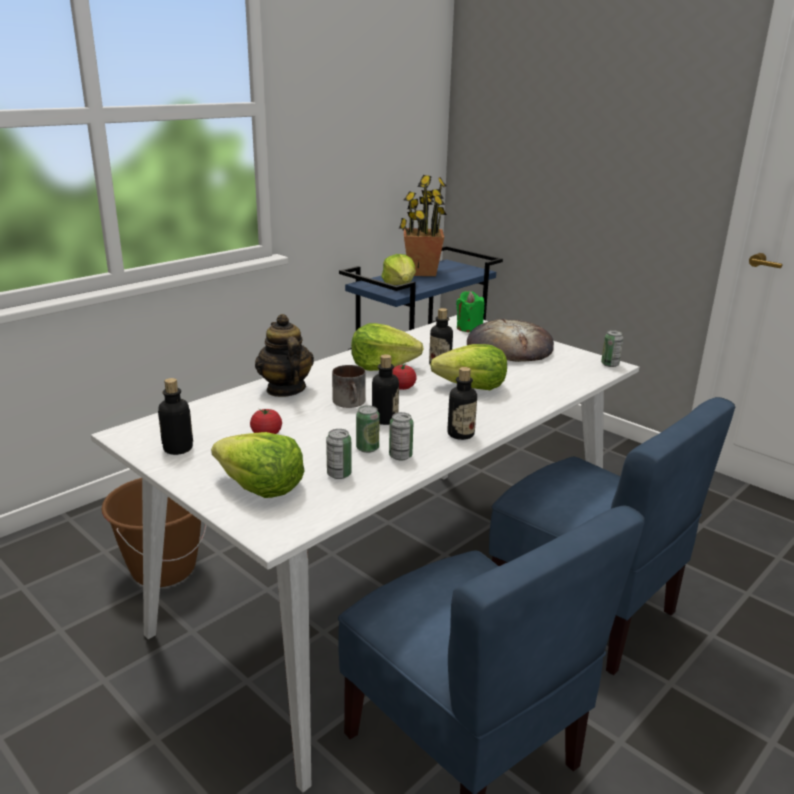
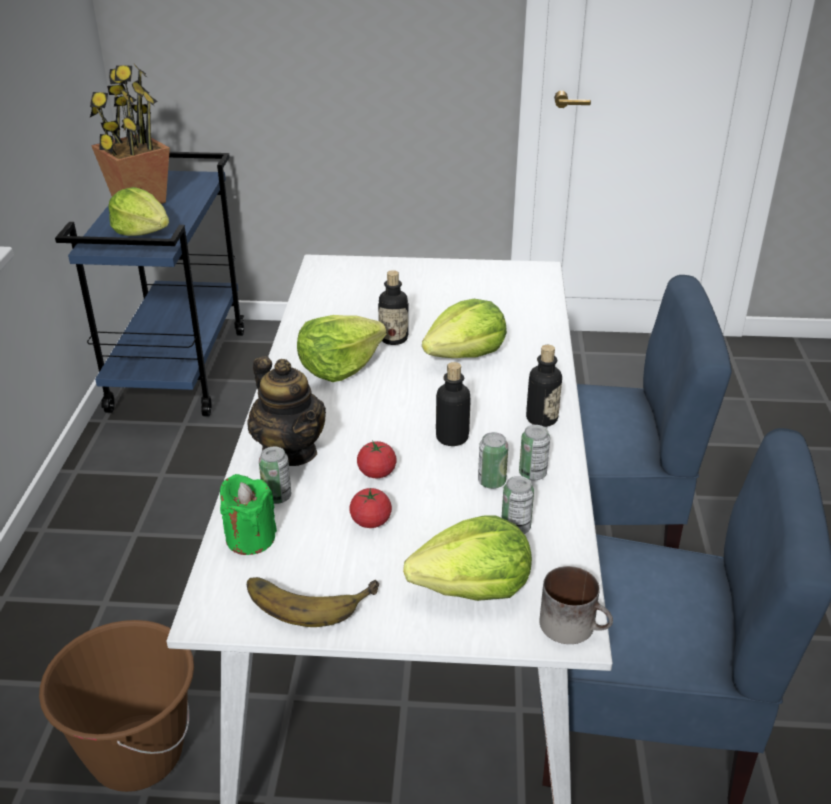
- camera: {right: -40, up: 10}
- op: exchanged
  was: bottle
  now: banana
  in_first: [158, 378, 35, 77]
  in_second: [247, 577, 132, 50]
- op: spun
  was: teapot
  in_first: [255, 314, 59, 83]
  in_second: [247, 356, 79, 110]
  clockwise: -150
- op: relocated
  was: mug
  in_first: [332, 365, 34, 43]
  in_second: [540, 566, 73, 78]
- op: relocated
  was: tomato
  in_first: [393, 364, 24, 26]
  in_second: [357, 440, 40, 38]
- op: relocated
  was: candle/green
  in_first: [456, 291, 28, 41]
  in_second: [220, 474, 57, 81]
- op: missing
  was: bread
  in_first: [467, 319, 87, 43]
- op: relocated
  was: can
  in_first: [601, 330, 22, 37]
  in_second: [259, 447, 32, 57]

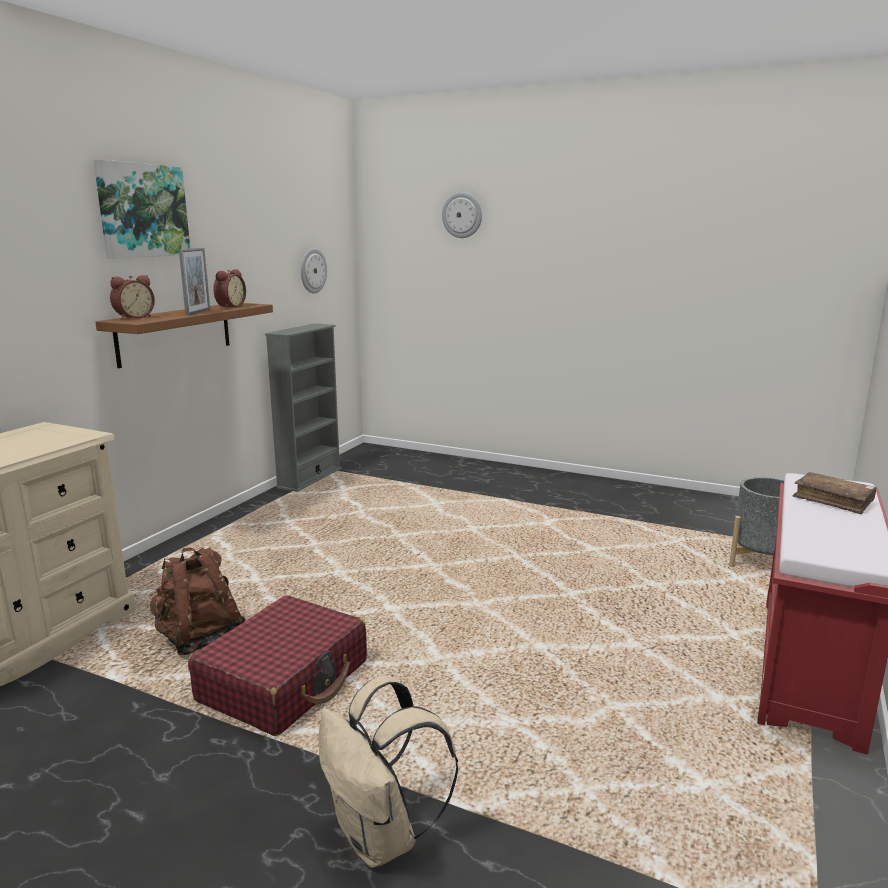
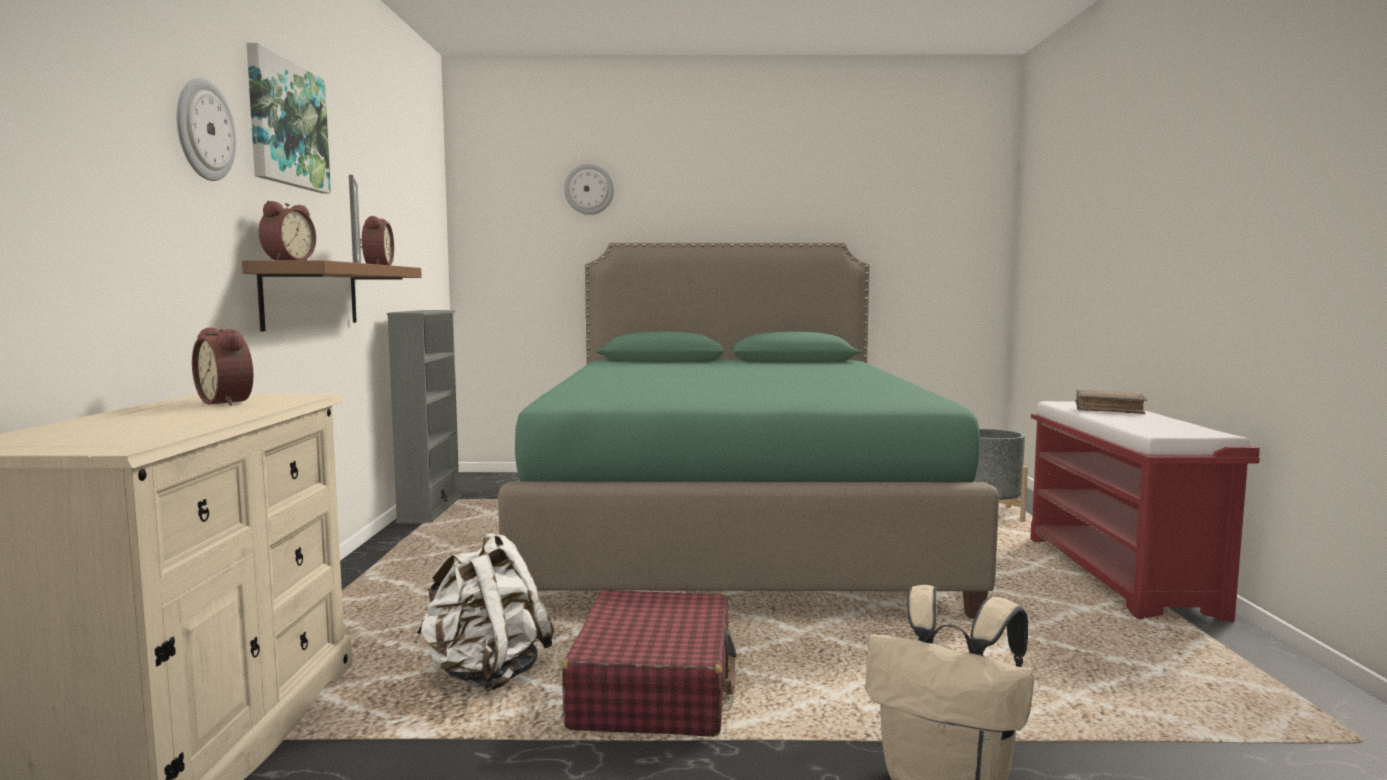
- camera: {right: -25, up: -10}
- op: colour
  was: backpack/brown
  now: backpack/white
  in_first: [150, 545, 96, 111]
  in_second: [416, 533, 138, 159]
- op: relocated
  was: wall clock
  in_first: [301, 248, 26, 46]
  in_second: [176, 78, 60, 103]
- op: appeared
  now: alarm clock
  in_second: [192, 327, 61, 79]
- op: appeared
  now: bed/green
  in_second: [498, 243, 501, 375]

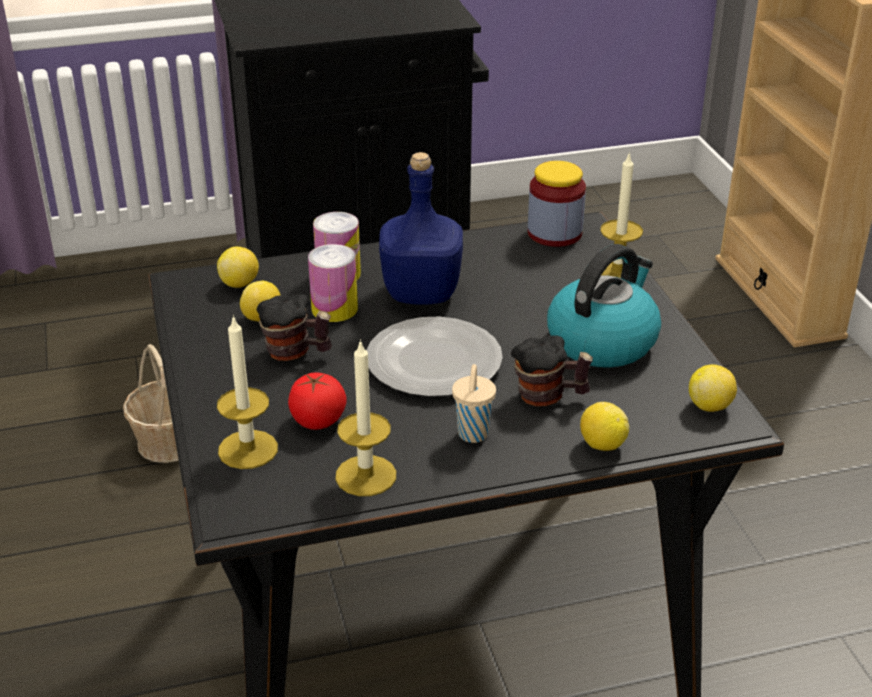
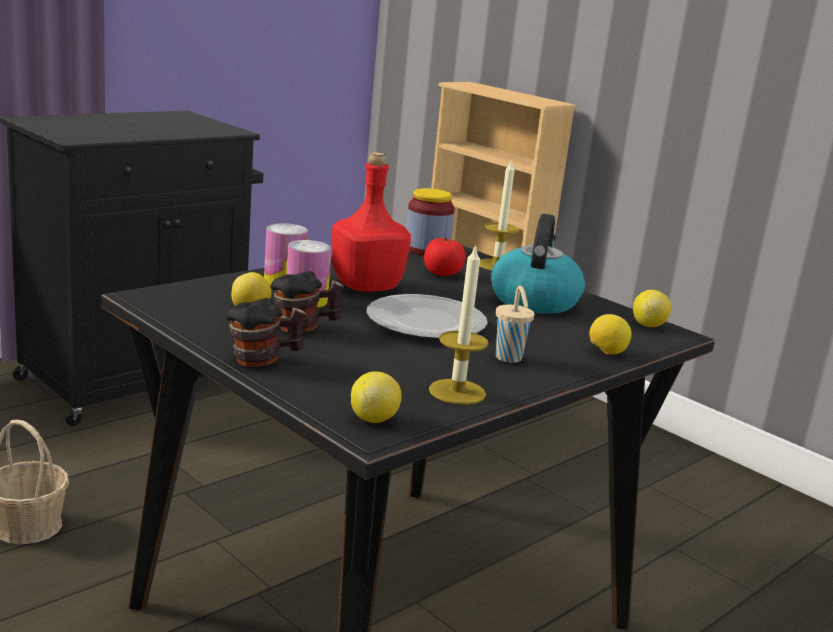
- camera: {right: -30, up: -15}
- op: relocated
  was: lemon
  in_first: [217, 247, 42, 41]
  in_second: [351, 371, 51, 52]
- op: missing
  was: candle
  in_first: [217, 315, 61, 154]
- op: relocated
  was: tomato
  in_first: [288, 372, 59, 58]
  in_second: [424, 238, 41, 38]
- op: colour
  was: bottle/blue
  now: bottle/red
  in_first: [379, 152, 84, 153]
  in_second: [332, 152, 79, 140]
- op: relocated
  was: mug
  in_first: [511, 336, 82, 70]
  in_second: [225, 298, 81, 69]

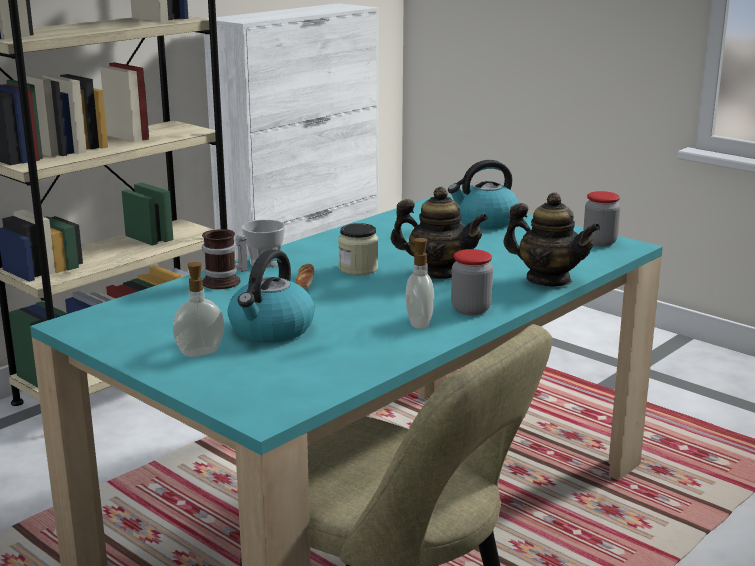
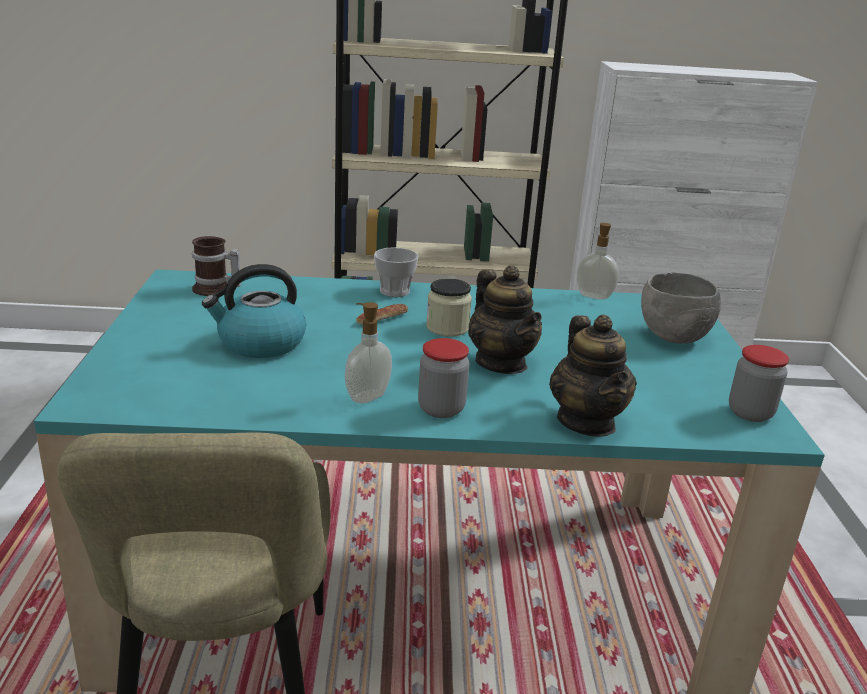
- camera: {right: 45, up: 5}
- op: relocated
  was: soap dispenser
  in_first: [173, 262, 51, 95]
  in_second: [577, 223, 42, 77]
- op: relocated
  was: mug
  in_first: [202, 229, 46, 60]
  in_second: [192, 236, 49, 60]
- op: exchanged
  was: kettle
  now: bowl/grey
  in_first: [448, 160, 71, 69]
  in_second: [641, 272, 80, 72]

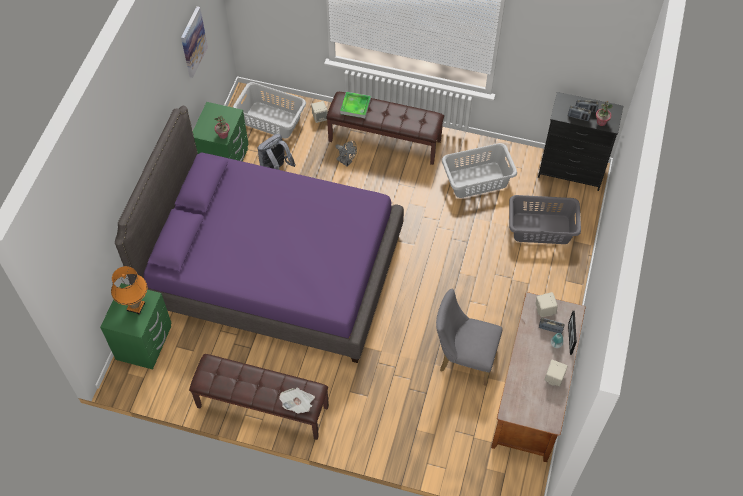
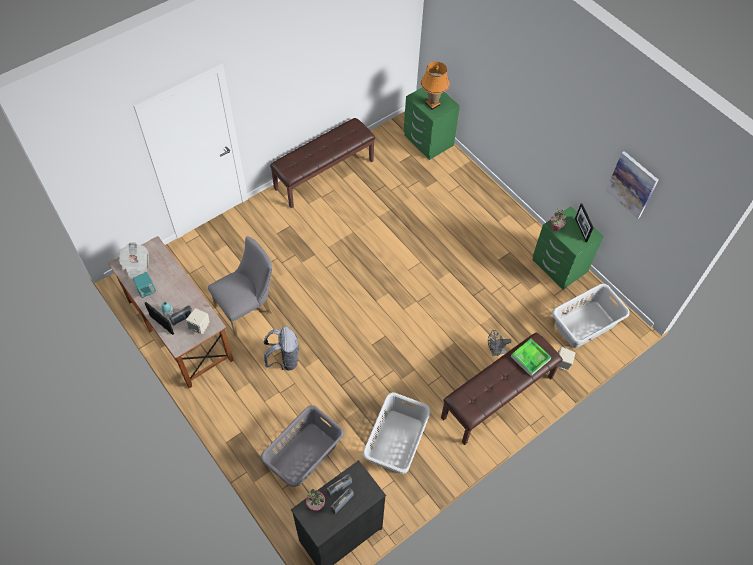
- camera: {right: 125, up: 0}
- op: missing
  was: bed/purple
  in_first: [115, 106, 289, 257]
- op: relocated
  was: backpack/grey
  in_first: [258, 134, 38, 36]
  in_second: [264, 326, 35, 45]
- op: relocated
  was: newspaper
  in_first: [279, 388, 36, 26]
  in_second: [119, 242, 30, 37]
- op: colour
  was: speaker/beige
  now: speaker/turquoise
  in_first: [545, 360, 23, 26]
  in_second: [133, 272, 23, 26]
- op: appeared
  now: picture frame
  in_second: [575, 204, 19, 38]

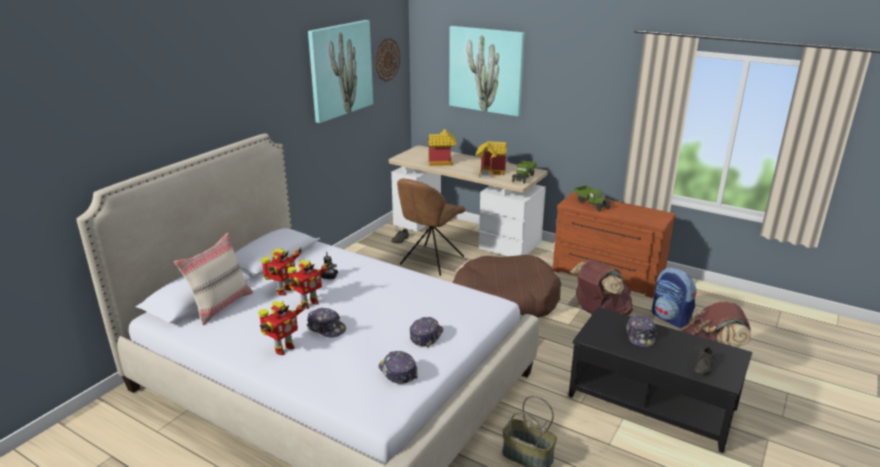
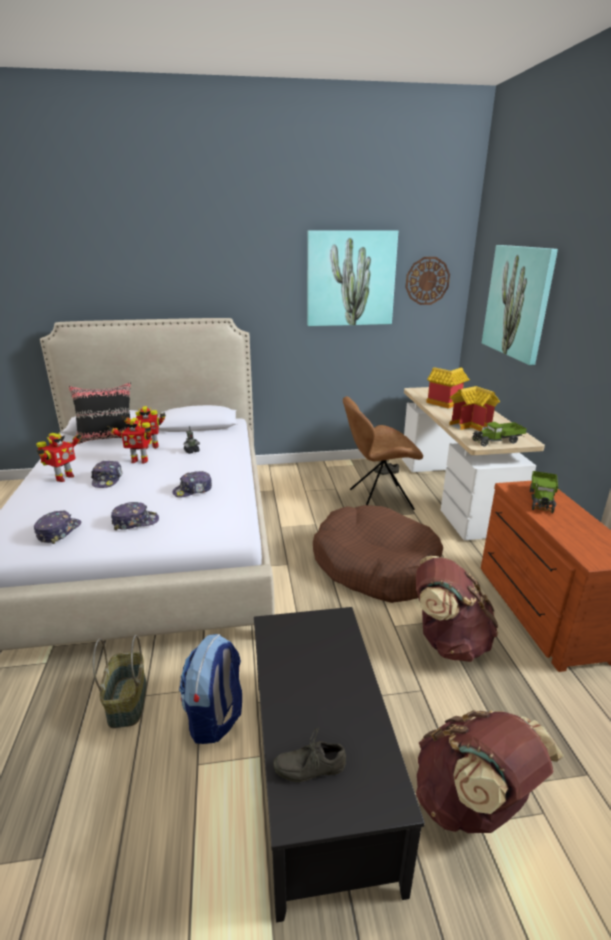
- camera: {right: 50, up: 0}
- op: colour
  was: pillow/beige
  now: pillow/black
  in_first: [174, 233, 79, 92]
  in_second: [68, 382, 63, 62]
- op: spun
  was: toy robot
  in_first: [258, 301, 49, 54]
  in_second: [36, 433, 46, 49]
  clockwise: -60
- op: relocated
  was: cap
  in_first: [626, 315, 31, 32]
  in_second: [172, 471, 40, 26]
- op: relocated
  was: backpack
  in_first: [652, 268, 44, 60]
  in_second: [179, 634, 63, 110]

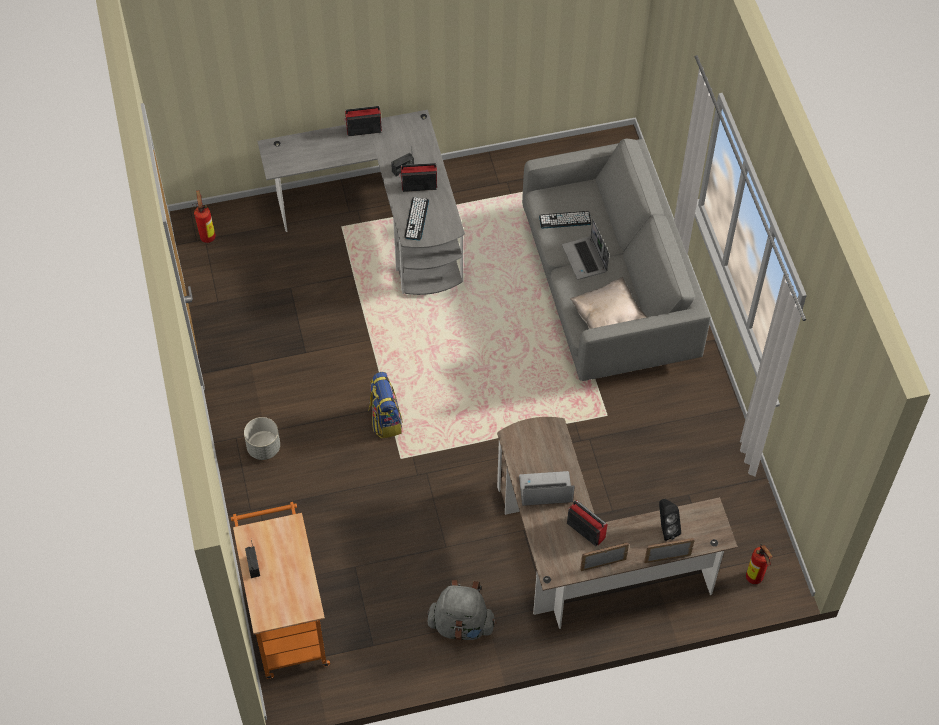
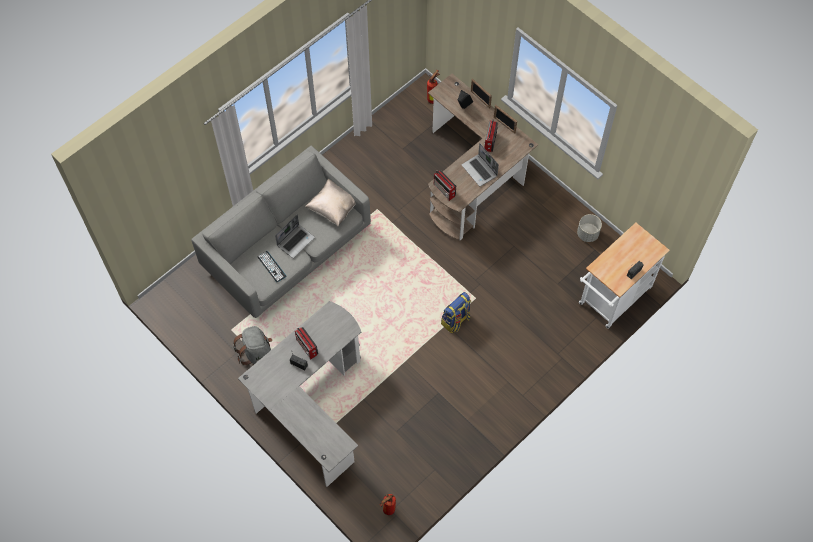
- camera: {right: -120, up: 5}
- op: colour
  was: cart/orange
  now: cart/white
  in_first: [231, 502, 99, 177]
  in_second: [579, 223, 91, 105]
- op: relocated
  was: planter/grey
  in_first: [244, 417, 36, 43]
  in_second: [577, 214, 25, 28]
- op: relocated
  was: radio
  in_first: [344, 106, 38, 30]
  in_second: [434, 170, 22, 31]
- op: missing
  was: keyboard
  in_first: [404, 197, 25, 44]
- op: relocated
  was: backpack/grey
  in_first: [427, 580, 70, 60]
  in_second: [233, 326, 39, 39]

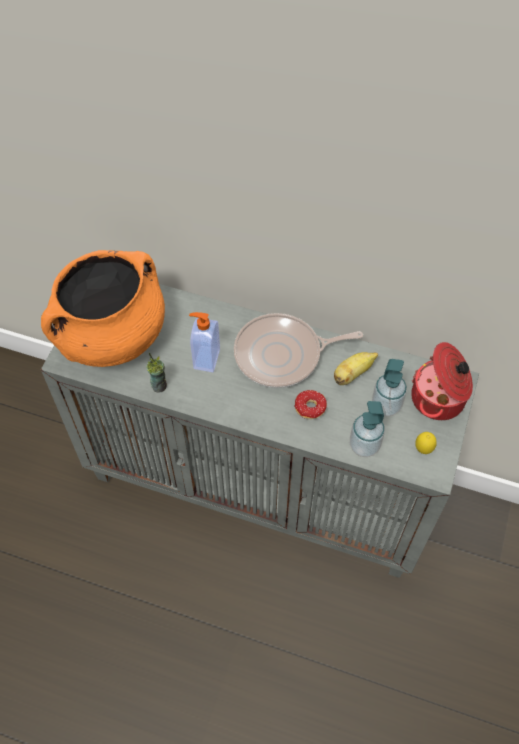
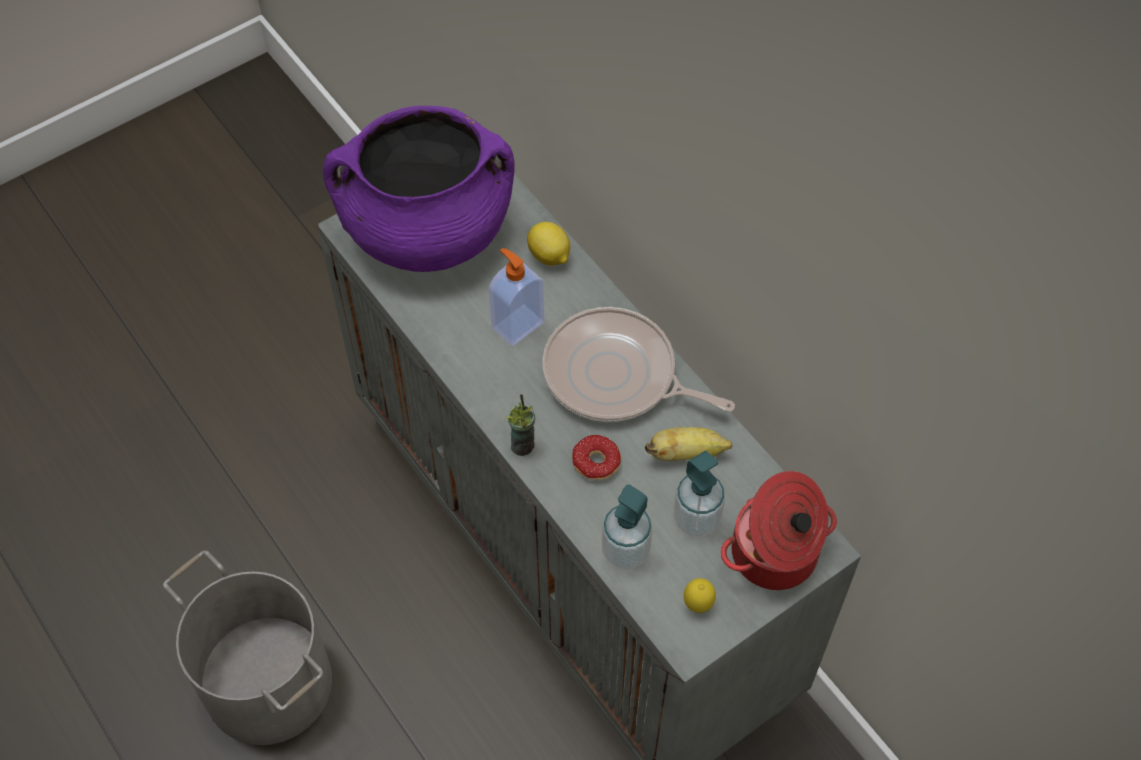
- camera: {right: 35, up: 0}
- op: colour
  was: cooking pot/orange
  now: cooking pot/purple
  in_first: [41, 250, 124, 117]
  in_second: [323, 106, 191, 166]
- op: relocated
  was: cup
  in_first: [147, 353, 20, 40]
  in_second: [506, 394, 29, 62]
- op: appeared
  now: bucket/grey
  in_second: [163, 550, 169, 195]
- op: appeared
  now: lemon
  in_second: [527, 222, 43, 44]

